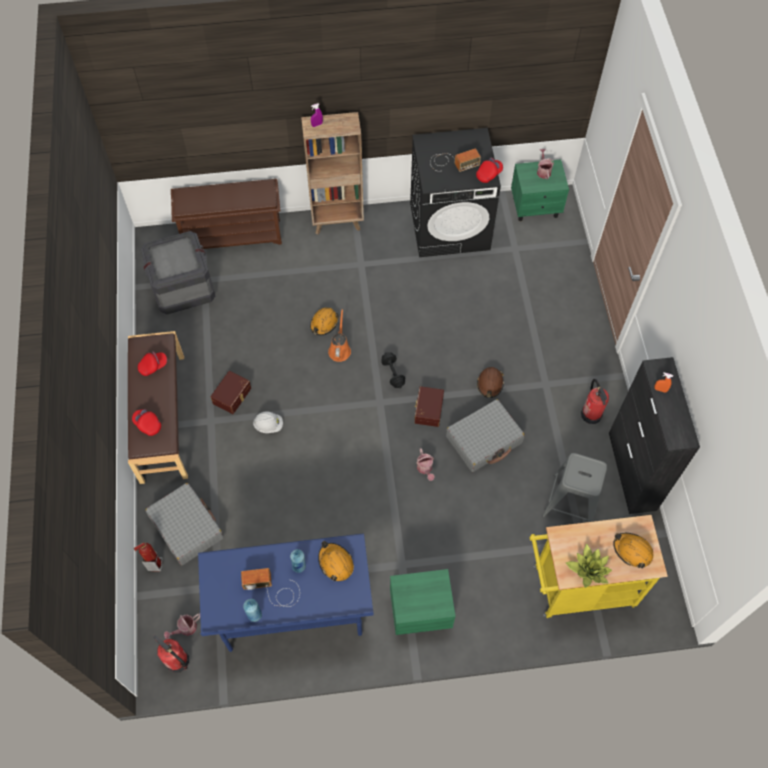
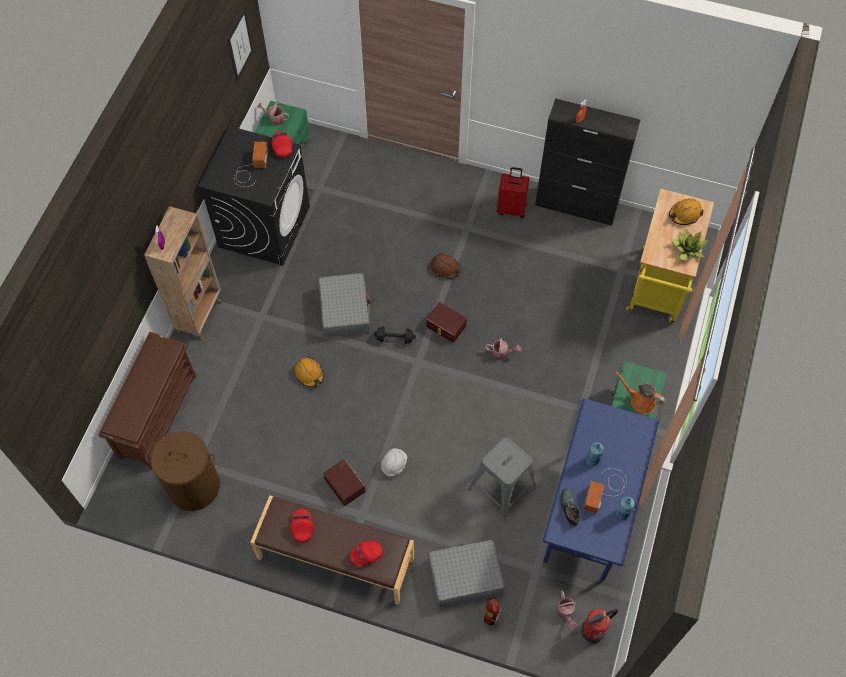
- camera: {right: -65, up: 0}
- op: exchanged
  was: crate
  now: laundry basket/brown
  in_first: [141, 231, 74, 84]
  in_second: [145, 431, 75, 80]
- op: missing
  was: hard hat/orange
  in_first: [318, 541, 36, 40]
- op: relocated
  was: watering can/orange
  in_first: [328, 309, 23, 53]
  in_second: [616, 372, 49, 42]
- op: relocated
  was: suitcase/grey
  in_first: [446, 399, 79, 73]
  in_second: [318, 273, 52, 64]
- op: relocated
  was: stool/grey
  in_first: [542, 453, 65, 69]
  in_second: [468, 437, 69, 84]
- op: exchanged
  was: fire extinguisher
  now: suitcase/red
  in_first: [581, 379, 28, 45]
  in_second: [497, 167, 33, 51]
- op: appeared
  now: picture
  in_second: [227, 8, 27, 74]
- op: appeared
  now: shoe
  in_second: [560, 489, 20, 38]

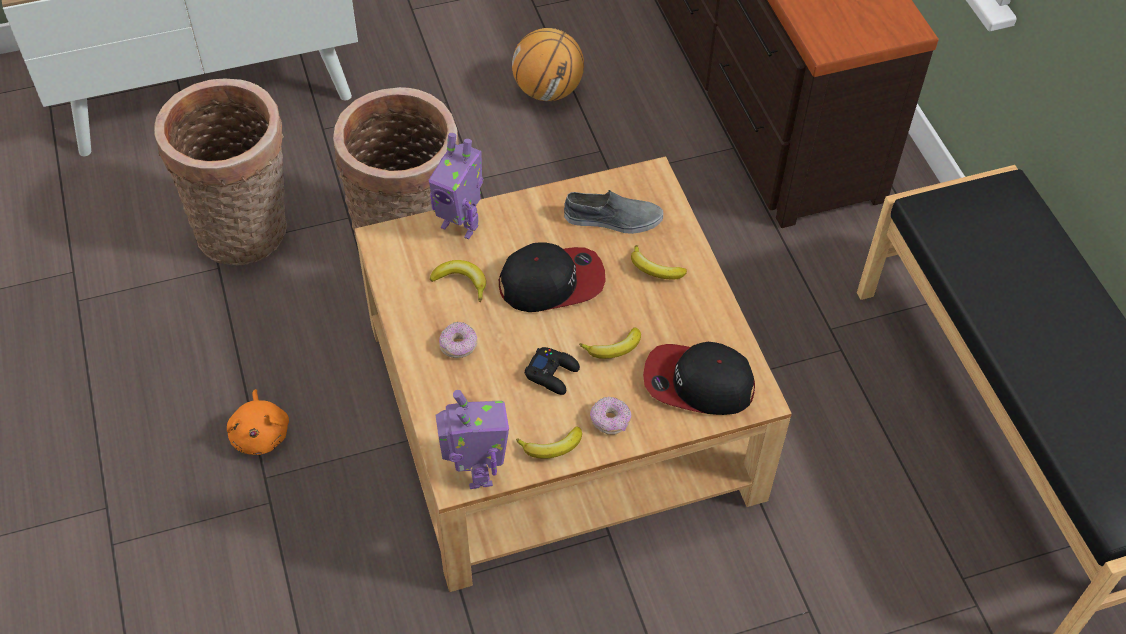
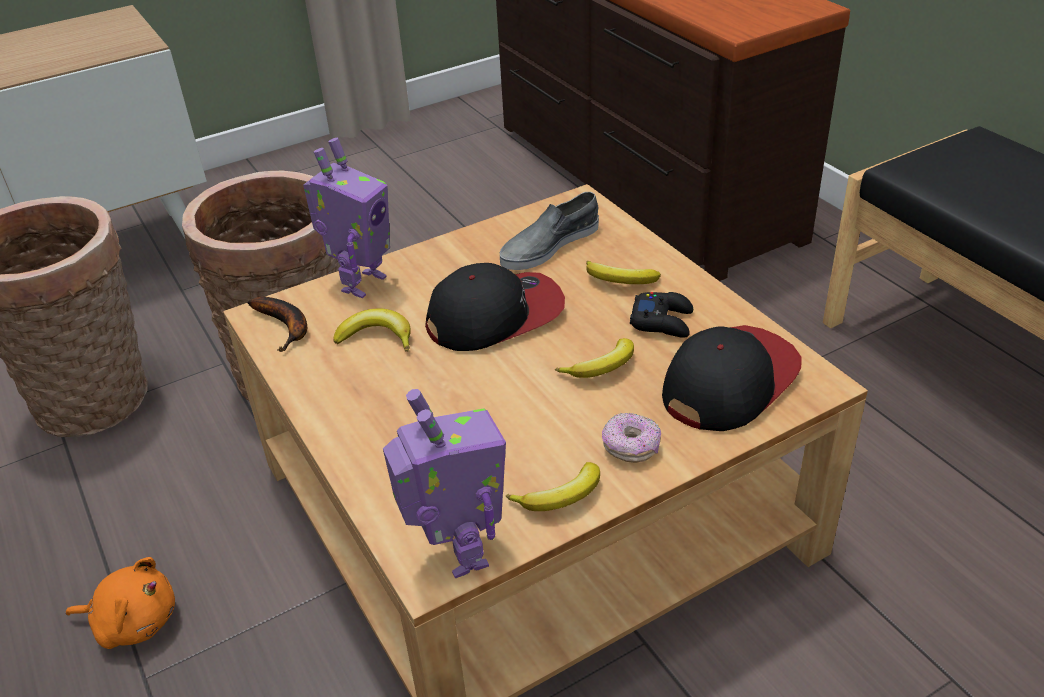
- camera: {right: -10, up: -15}
- op: spun
  was: plush toy/orange
  in_first: [227, 389, 62, 66]
  in_second: [66, 557, 109, 92]
  clockwise: -60
- op: spun
  was: toy robot
  in_first: [429, 133, 54, 107]
  in_second: [303, 138, 87, 160]
  clockwise: -75
- op: missing
  was: donut
  in_first: [439, 321, 39, 37]
- op: missing
  was: basketball
  in_first: [512, 28, 72, 73]
- op: relocated
  was: game controller/black
  in_first: [524, 347, 56, 48]
  in_second: [630, 292, 63, 46]
- op: spun
  was: shoe/grey
  in_first: [564, 190, 99, 44]
  in_second: [500, 192, 99, 78]
  clockwise: 150
- op: spun
  was: cap
  in_first: [643, 342, 112, 73]
  in_second: [662, 325, 140, 106]
  clockwise: 135
- op: appeared
  now: banana
  in_second: [247, 297, 60, 55]

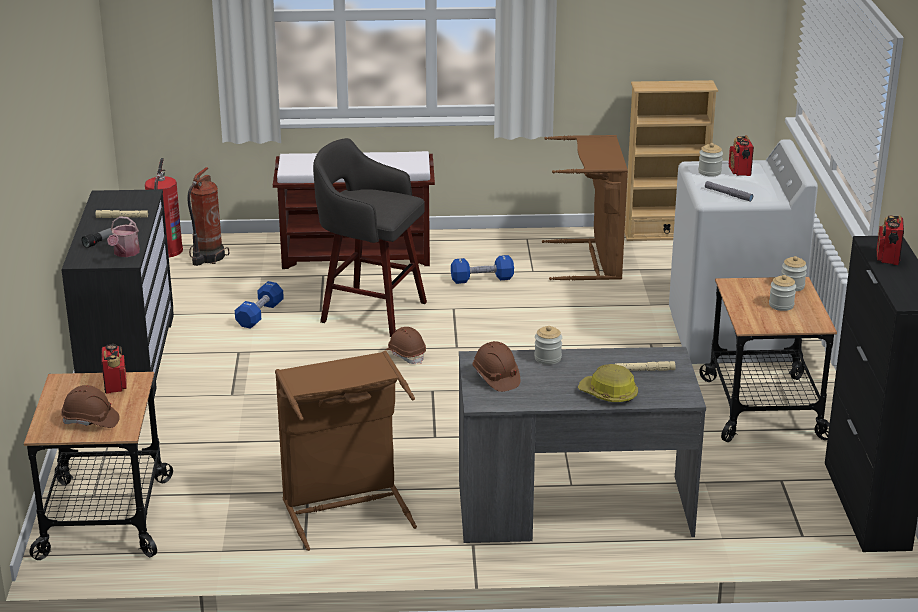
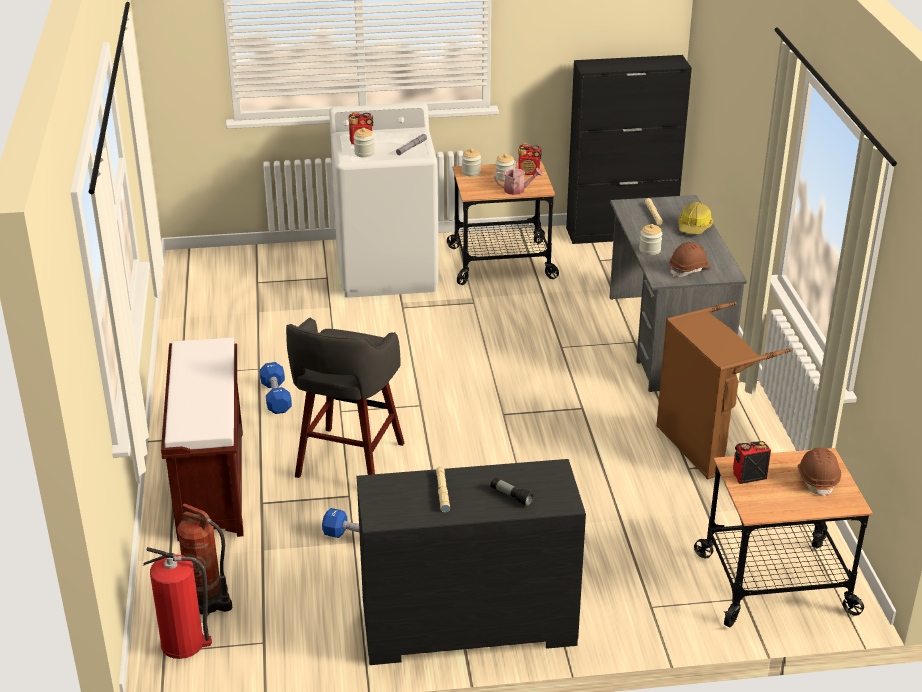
- camera: {right: -95, up: 5}
- op: relocated
  was: watering can
  in_first: [107, 216, 33, 41]
  in_second: [494, 161, 49, 34]
- op: missing
  was: hard hat/brown
  in_first: [385, 327, 41, 37]
- op: missing
  was: laundry basket/brown
  in_first: [542, 135, 86, 146]
- op: missing
  was: bookcase/beige
  in_first: [625, 80, 93, 161]
- op: relocated
  was: radio
  in_first: [877, 215, 27, 50]
  in_second: [518, 143, 24, 32]

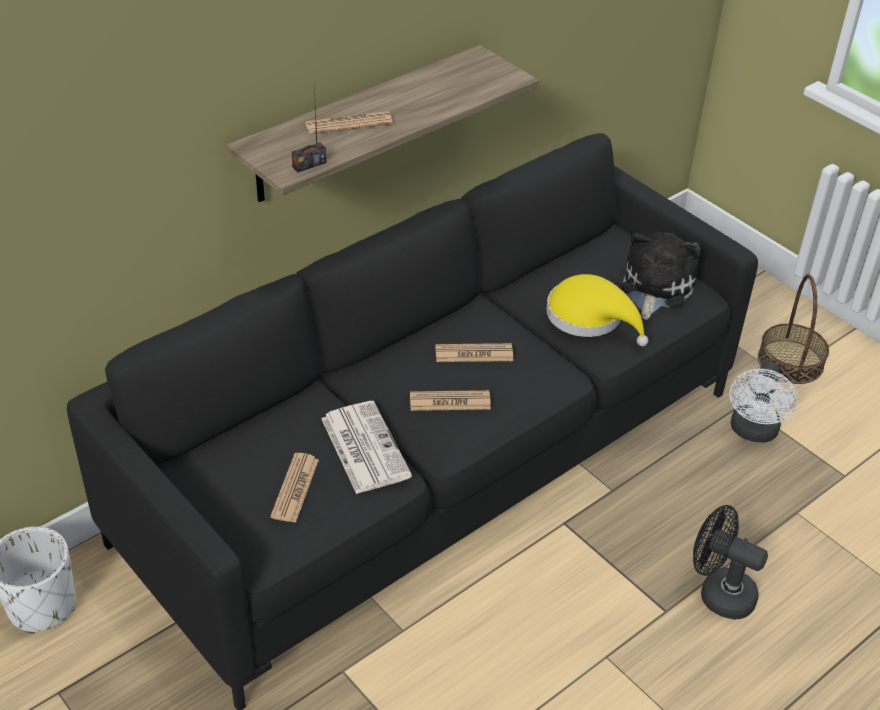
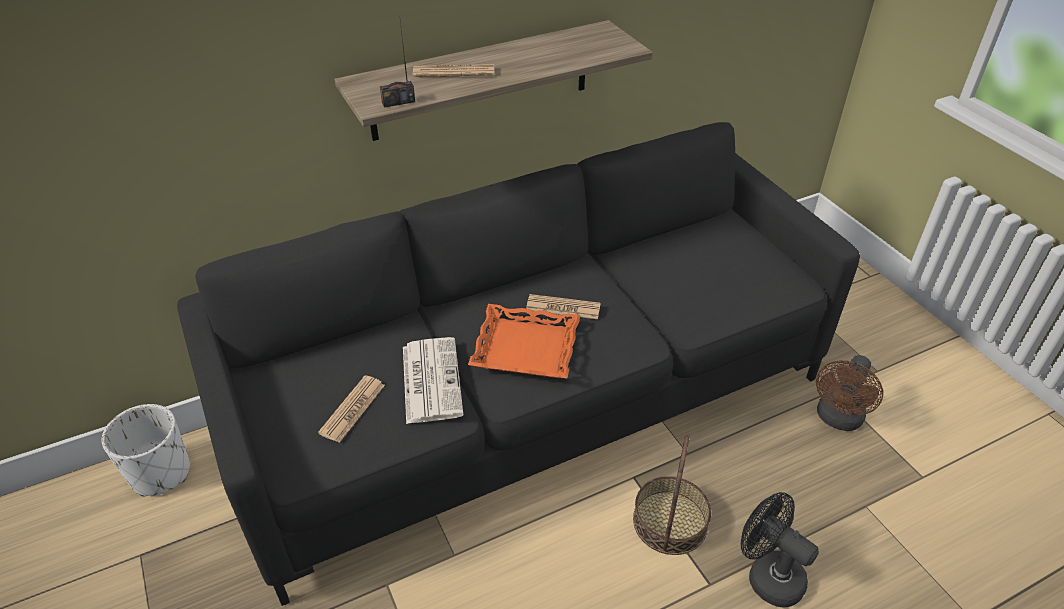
- camera: {right: 15, up: 0}
- op: exchanged
  was: newspaper
  now: tray/orange
  in_first: [410, 390, 81, 21]
  in_second: [468, 304, 112, 74]
- op: missing
  was: hat/yellow
  in_first: [546, 274, 103, 72]
- op: missing
  was: plush toy
  in_first: [621, 232, 80, 88]
- op: colour
  was: fan/white
  now: fan/brown
  in_first: [729, 362, 69, 81]
  in_second: [816, 355, 67, 76]
- op: relocated
  was: basket
  in_first: [758, 274, 71, 110]
  in_second: [633, 435, 78, 120]

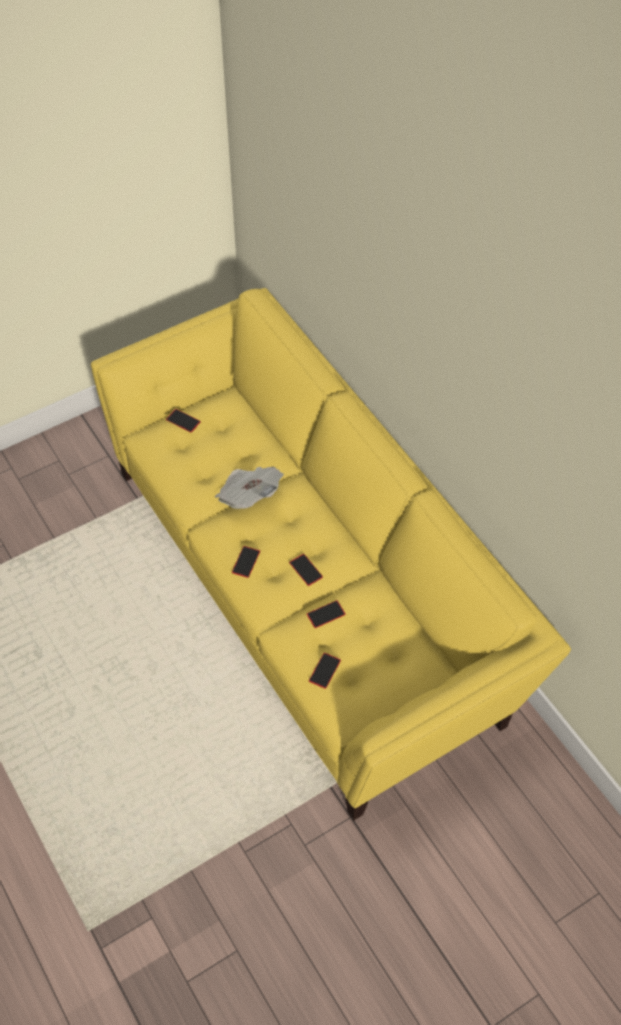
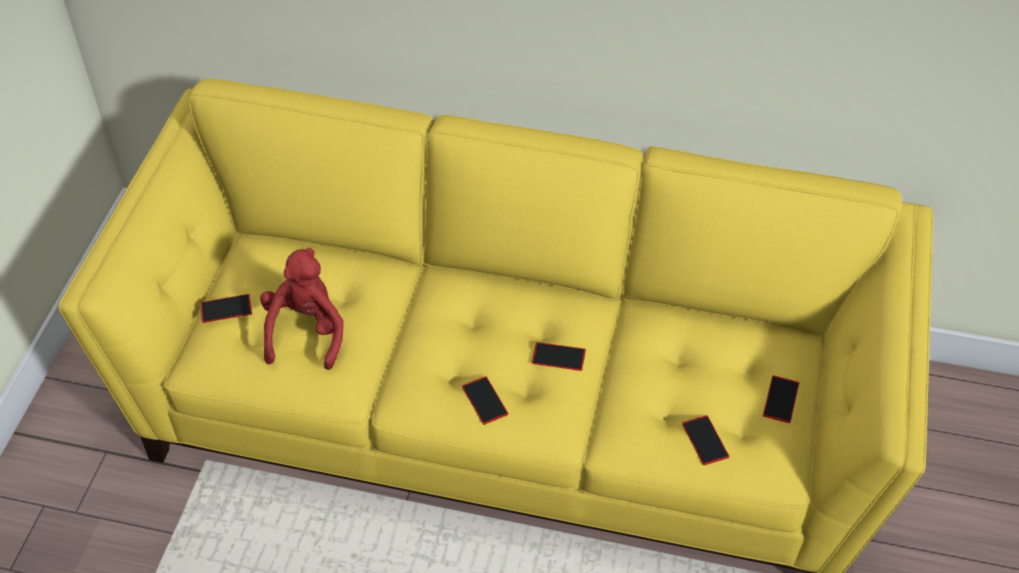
- camera: {right: -45, up: -5}
- op: missing
  was: newspaper
  in_first: [215, 467, 69, 42]
- op: relocated
  was: phone
  in_first: [307, 600, 39, 28]
  in_second: [763, 375, 36, 48]
- op: appeared
  now: plush toy/red
  in_second: [260, 248, 84, 122]

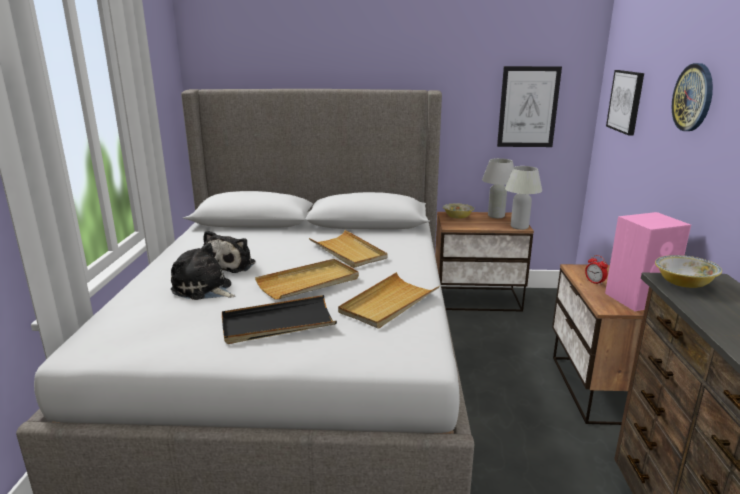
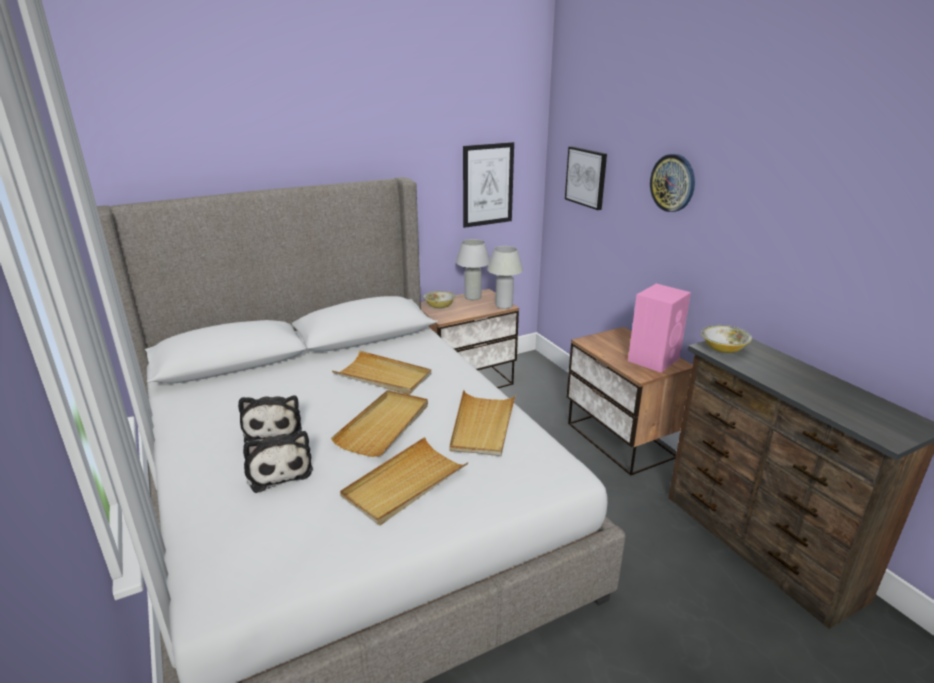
- camera: {right: -30, up: 5}
- op: spun
  was: plush toy
  in_first: [171, 243, 64, 57]
  in_second: [243, 431, 70, 62]
  clockwise: -120
- op: colour
  was: tray/black
  now: tray/beige
  in_first: [222, 295, 115, 49]
  in_second: [340, 437, 128, 88]
- op: missing
  was: alarm clock
  in_first: [585, 255, 23, 31]

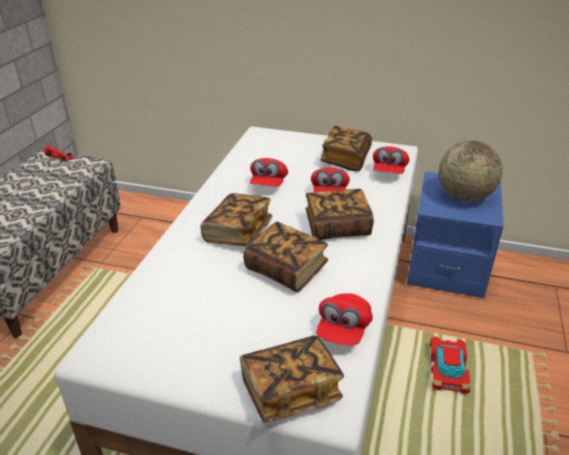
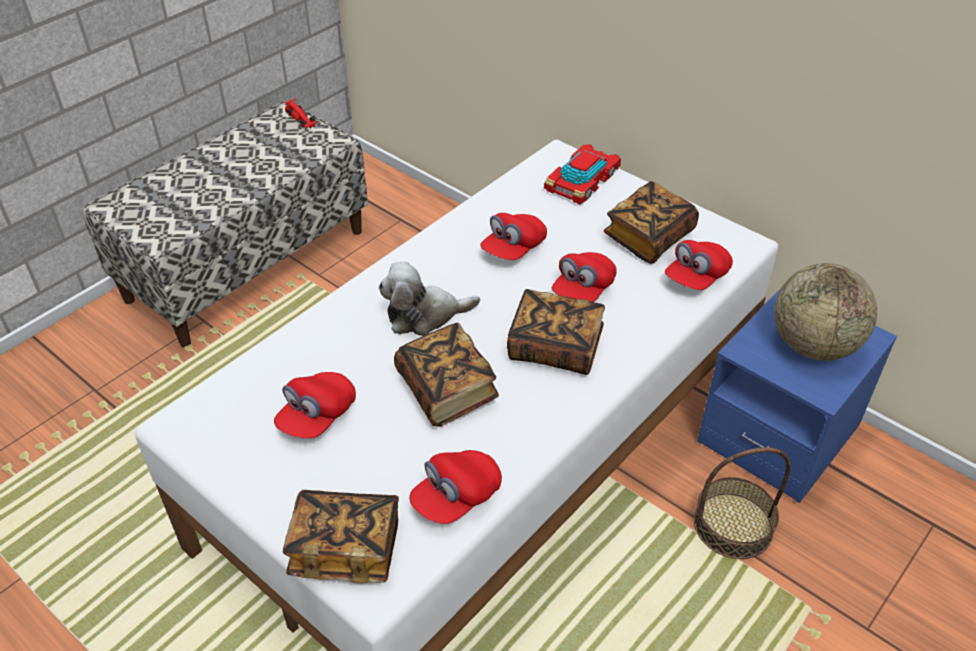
- camera: {right: 25, up: 10}
- op: exchanged
  was: book
  now: plush toy
  in_first: [200, 193, 72, 53]
  in_second: [379, 262, 101, 74]
- op: relocated
  was: toy car
  in_first: [430, 336, 41, 58]
  in_second: [544, 144, 77, 61]
- op: appeared
  now: cap/red
  in_second: [274, 372, 82, 66]
- op: appeared
  now: basket
  in_second: [694, 447, 97, 112]

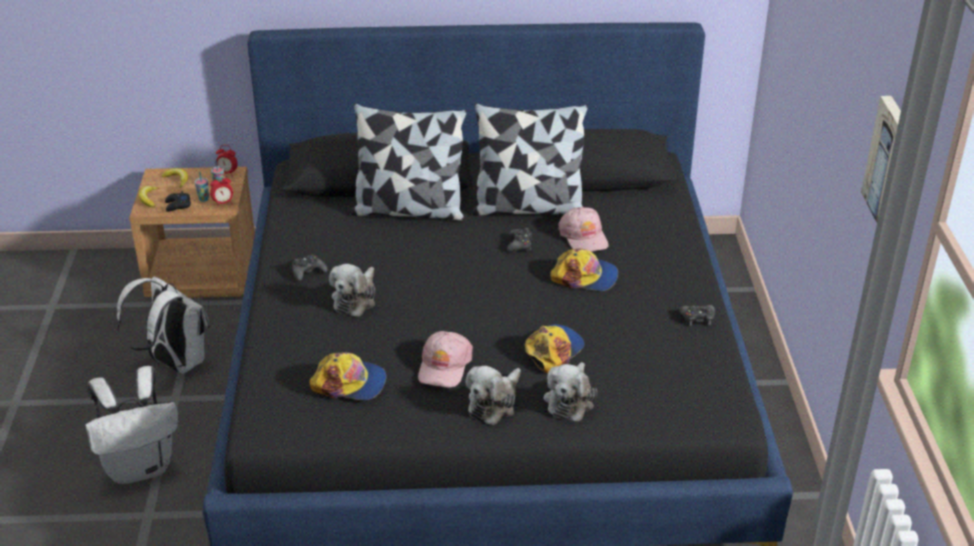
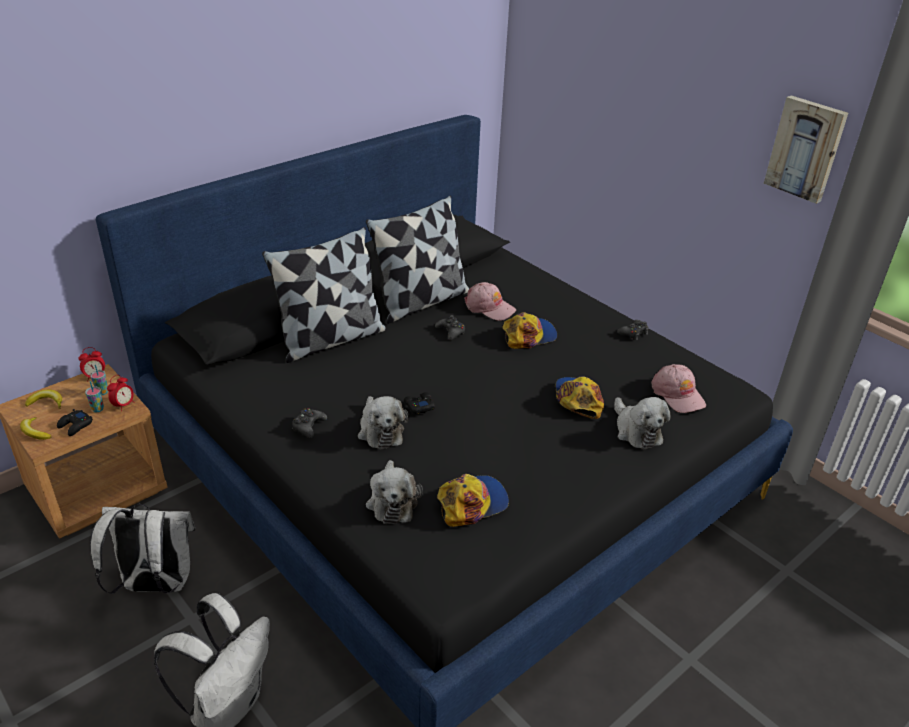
- camera: {right: -40, up: 0}
- op: relocated
  was: cap/pink
  in_first: [418, 331, 55, 57]
  in_second: [651, 364, 55, 49]
- op: relocated
  was: plush toy
  in_first: [465, 366, 56, 59]
  in_second: [366, 460, 57, 64]
- op: appeared
  now: game controller/black
  in_second: [404, 392, 31, 22]

